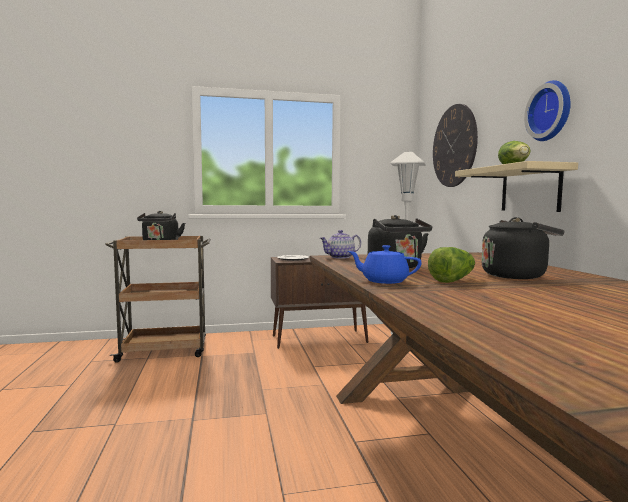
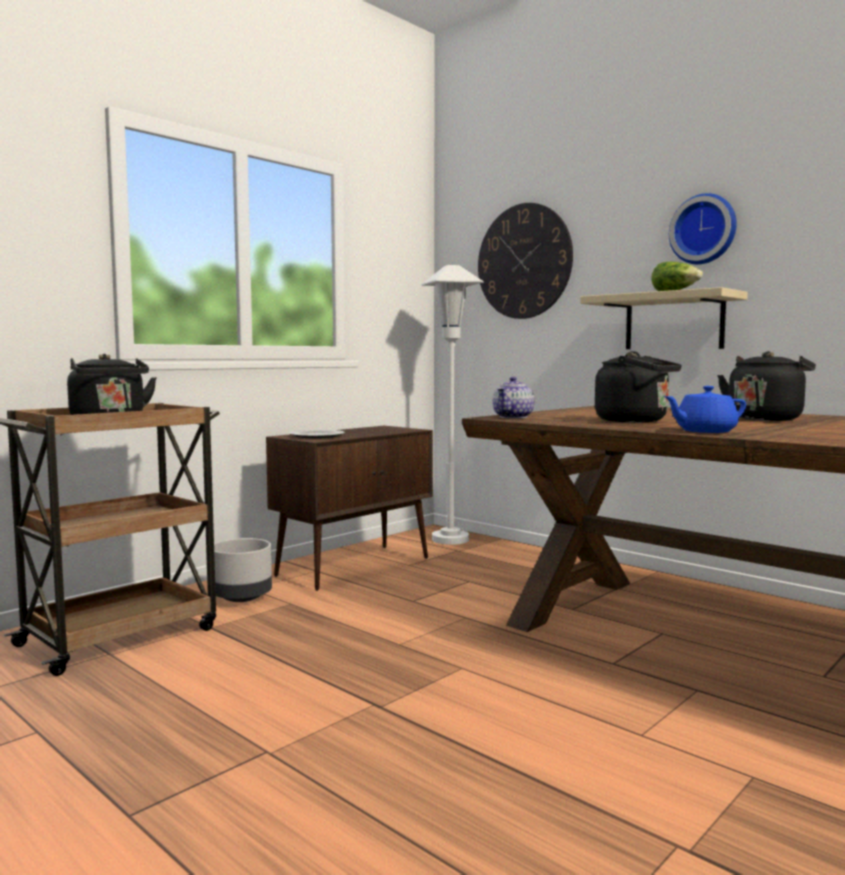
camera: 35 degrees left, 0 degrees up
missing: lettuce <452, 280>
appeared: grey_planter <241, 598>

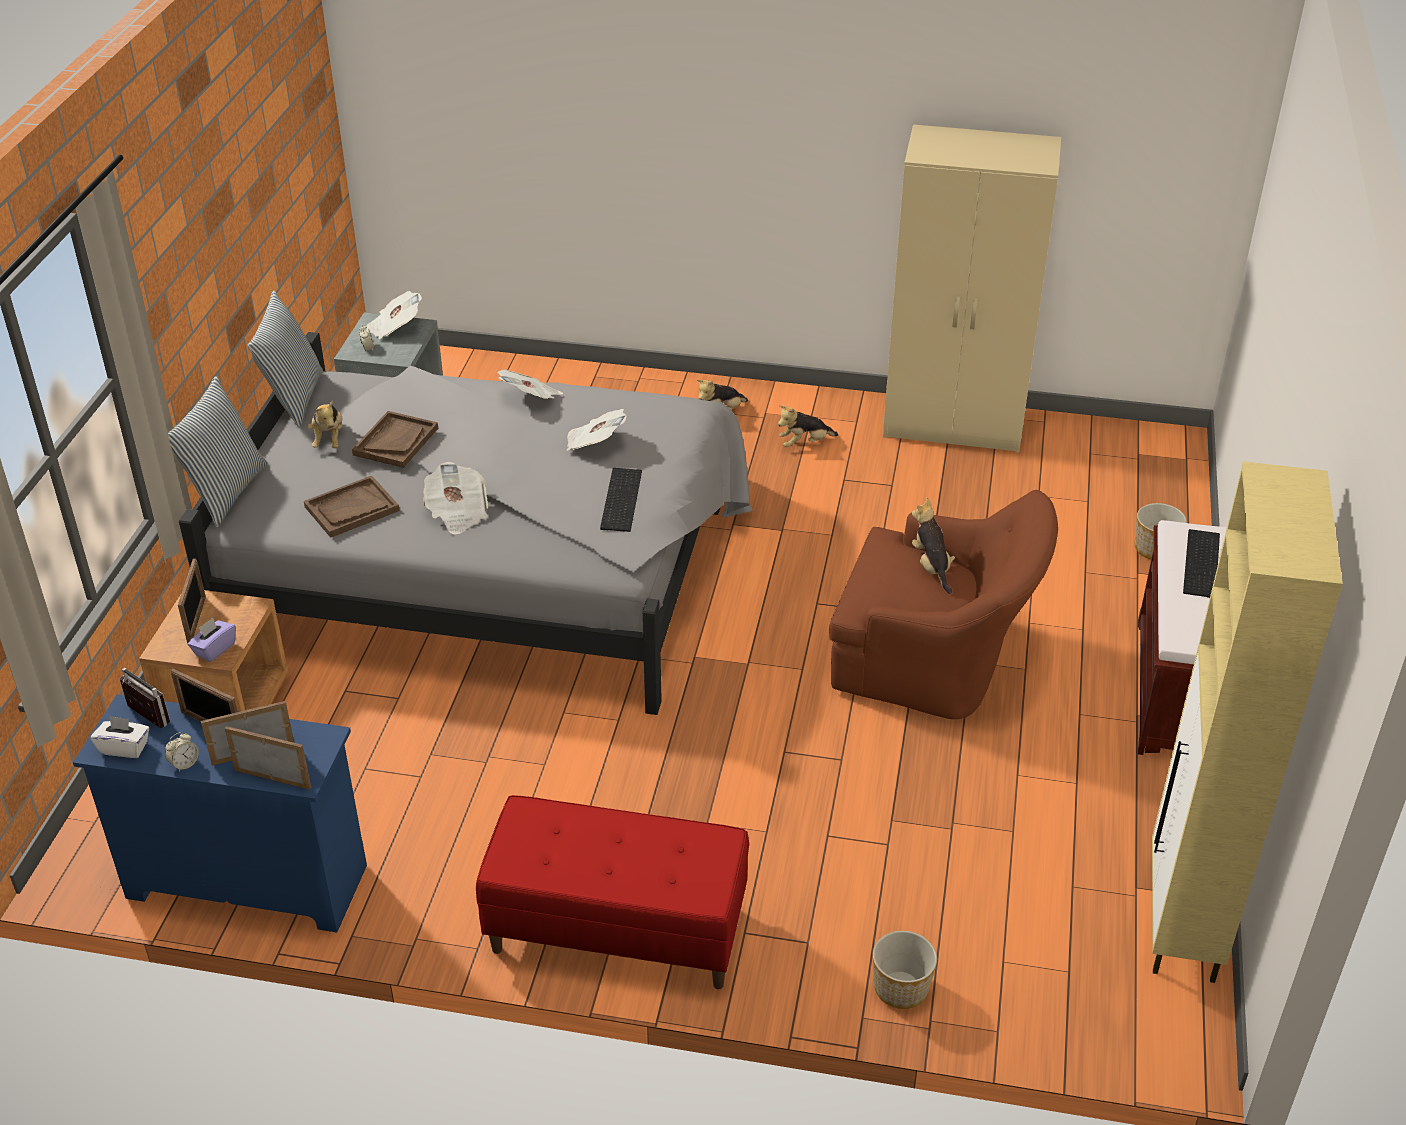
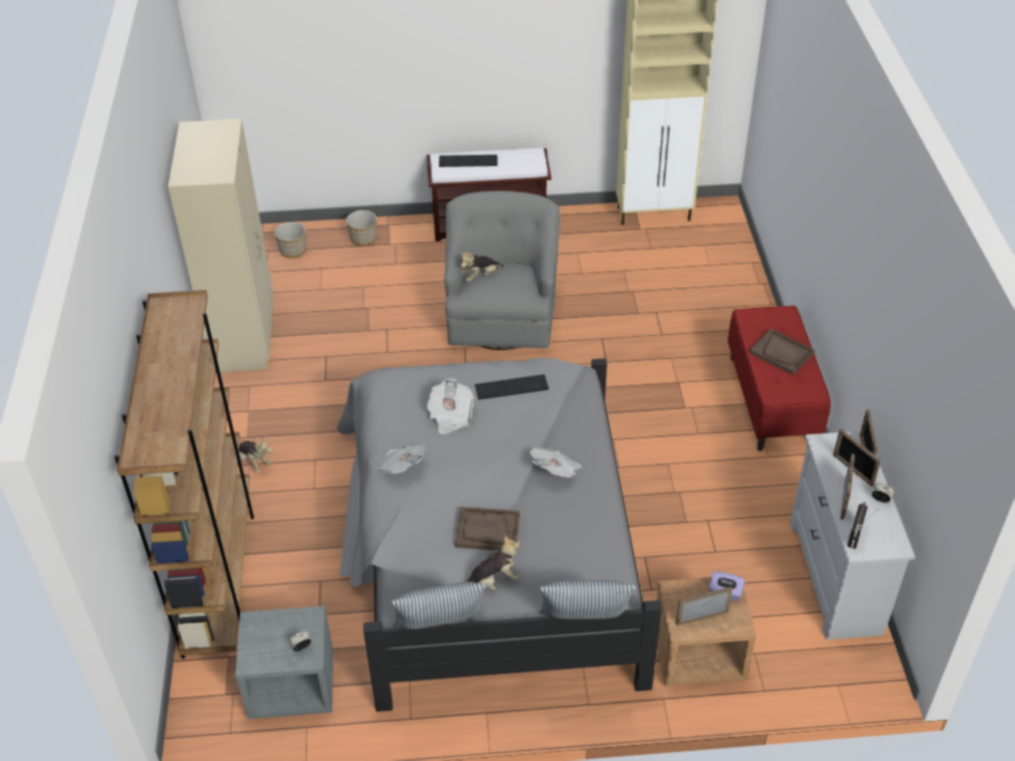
camera: 105 degrees left, 5 degrees up
missing: white_tissue_box <124, 748>; newspaper <395, 328>; plush_toy <804, 443>
appeared: brown_bookcase <219, 574>
relocated: planter <901, 989> to <293, 250>; brown_tray <351, 509> to <781, 353>
colour: brown_armchair <936, 661> to grey_armchair <502, 313>; blue_dresser <246, 881> to white_dresser <835, 577>

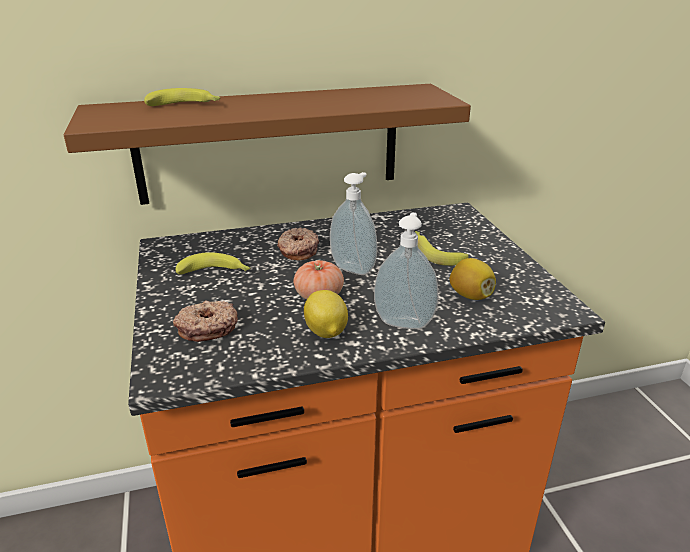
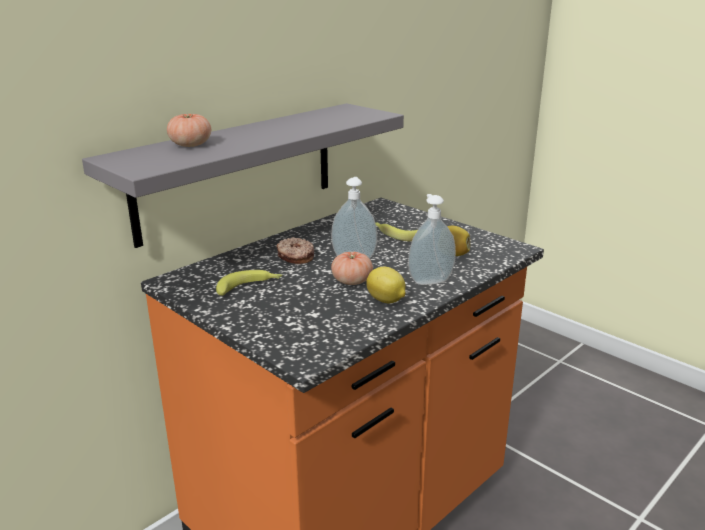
camera: 30 degrees left, 5 degrees down
missing: donut <207, 328>
exchanged: banana <186, 106> to tomato <190, 145>
colour: brown_shelf <269, 143> to grey_shelf <237, 171>

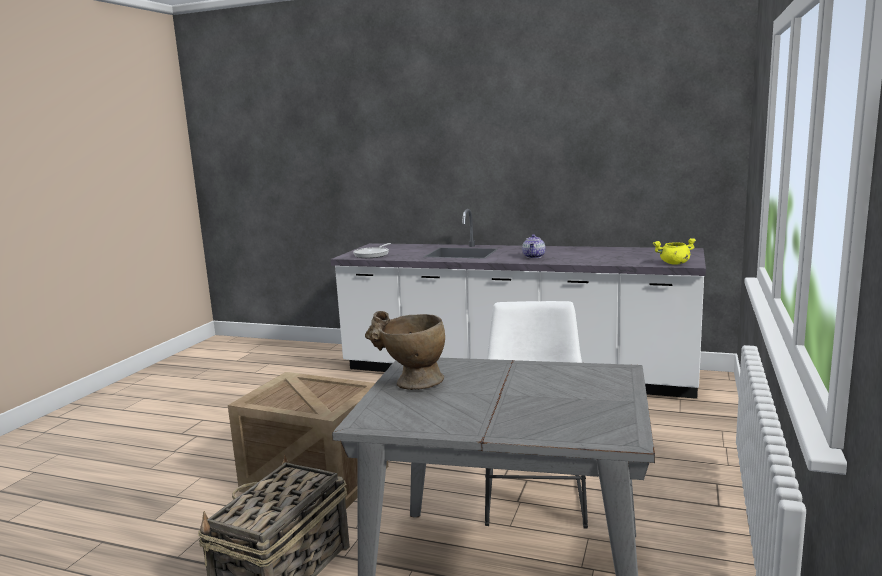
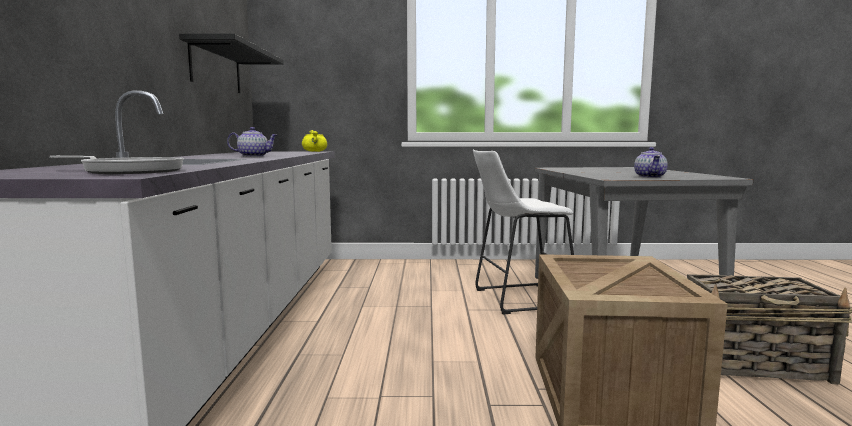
camera: 110 degrees left, 5 degrees down
appeared: black_shelf <216, 68>
exchanged: beige_vase <411, 383> to teapot <650, 177>

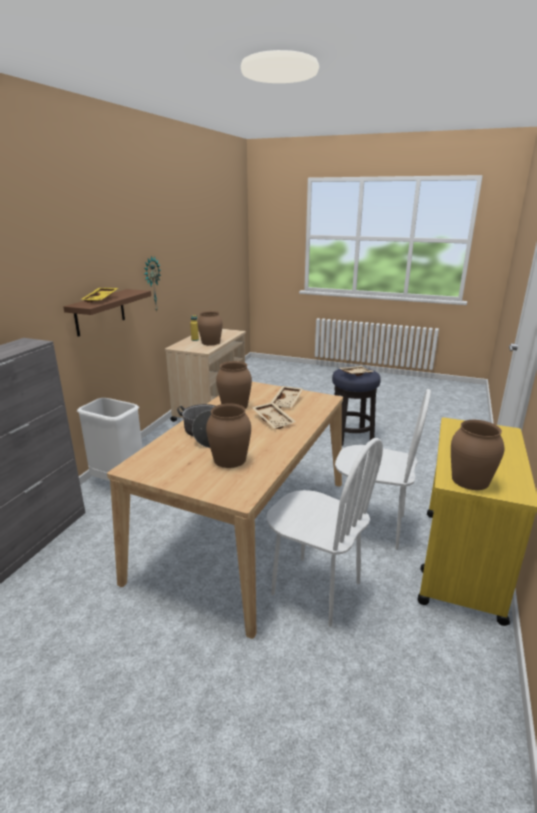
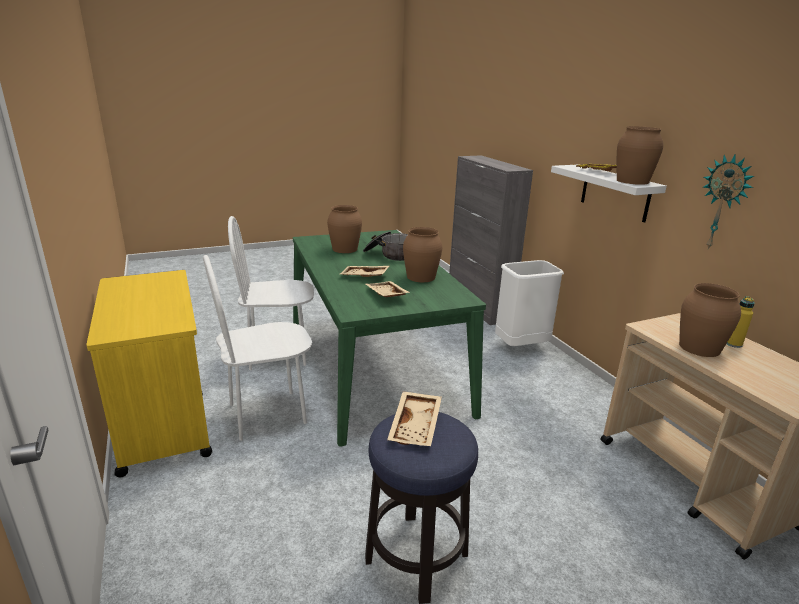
camera: 135 degrees right, 0 degrees up
relocated: brown_vase <469, 480> to <632, 181>
colour: beige_dining_table <246, 526> to green_dining_table <373, 365>; brown_shelf <100, 312> to white_shelf <615, 192>

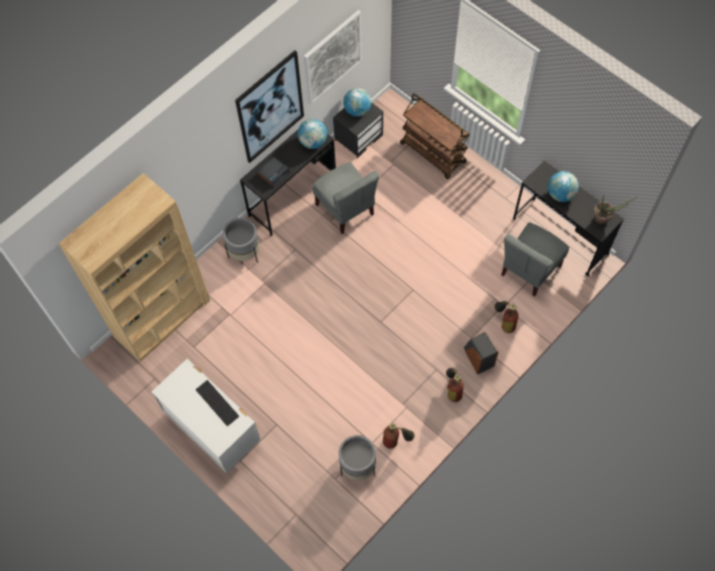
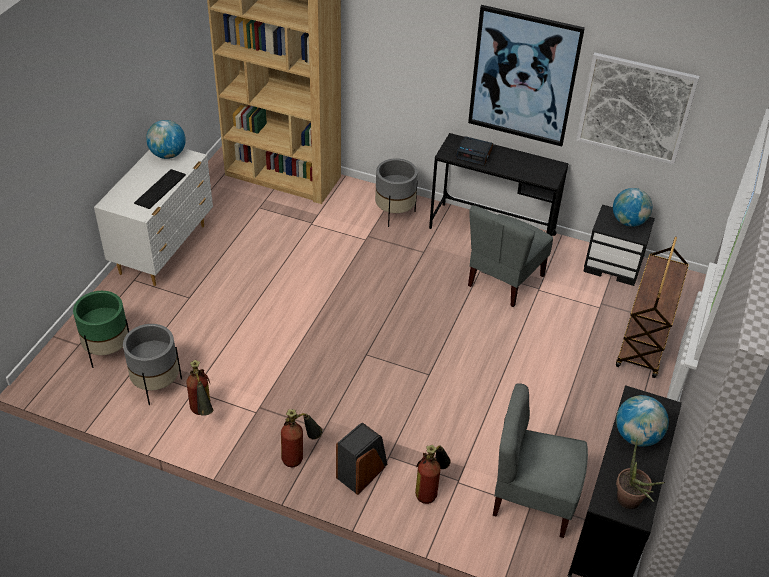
camera: 65 degrees right, 20 degrees down
appeared: green_planter <108, 351>
relocated: globe <313, 142> to <168, 155>

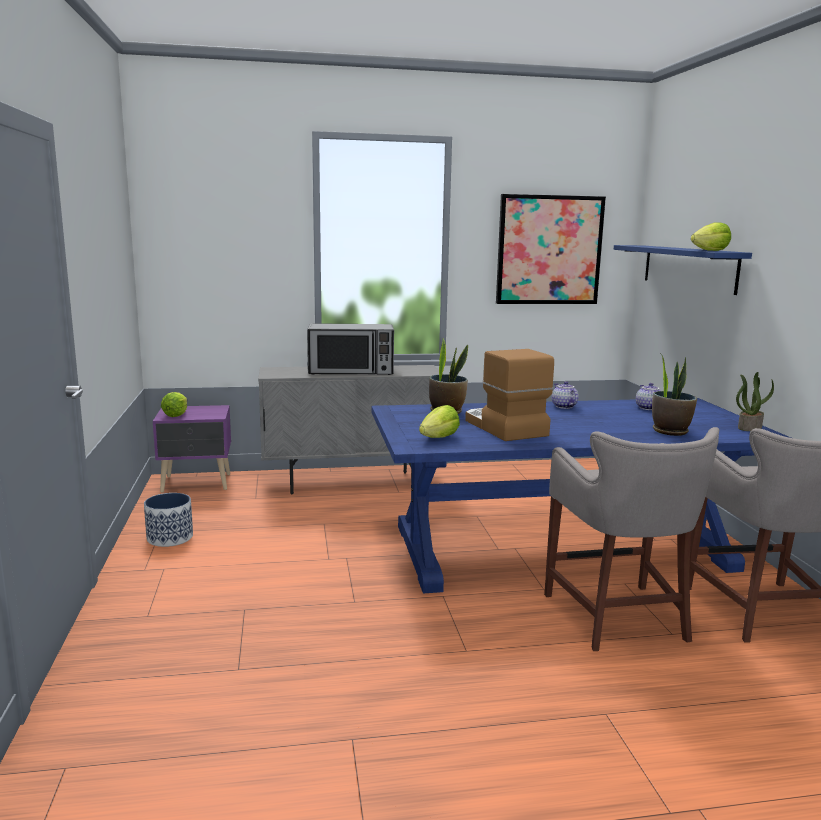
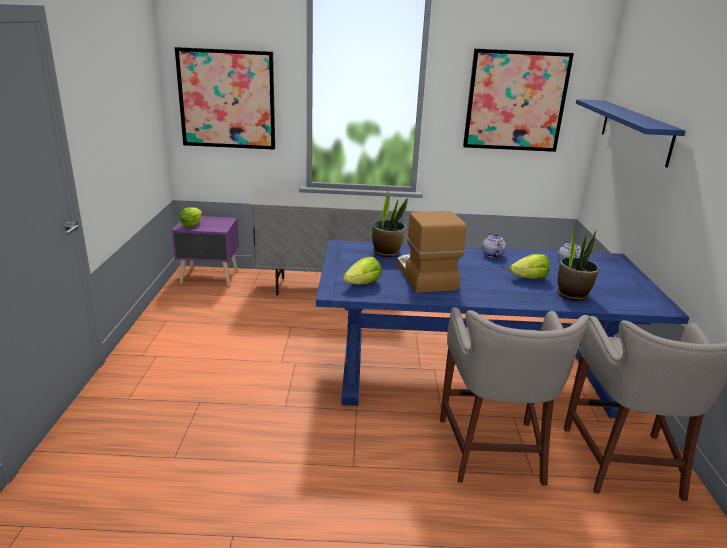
camera: 10 degrees right, 10 degrees up
missing: planter <170, 538>; microwave <351, 371>; potted_plant <749, 427>
appeared: picture <227, 99>
relocated: lettuce <710, 250> to <530, 278>

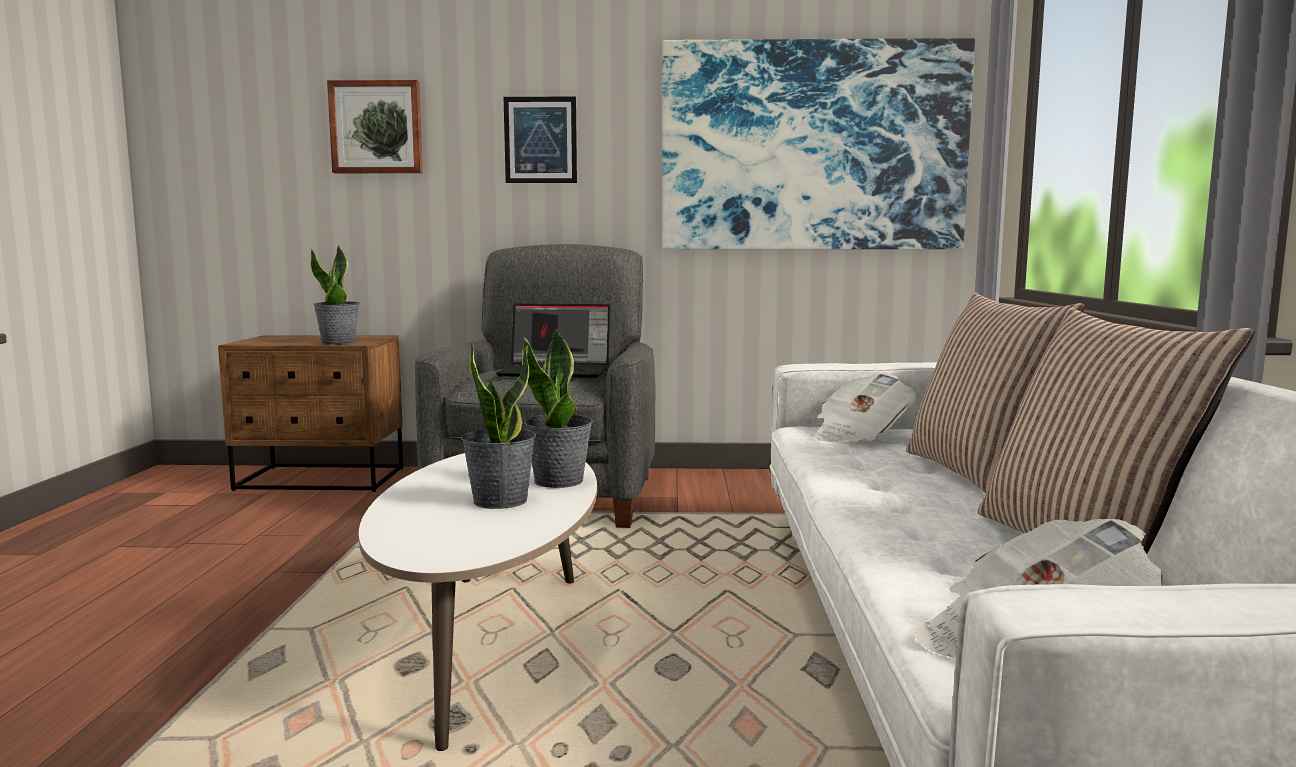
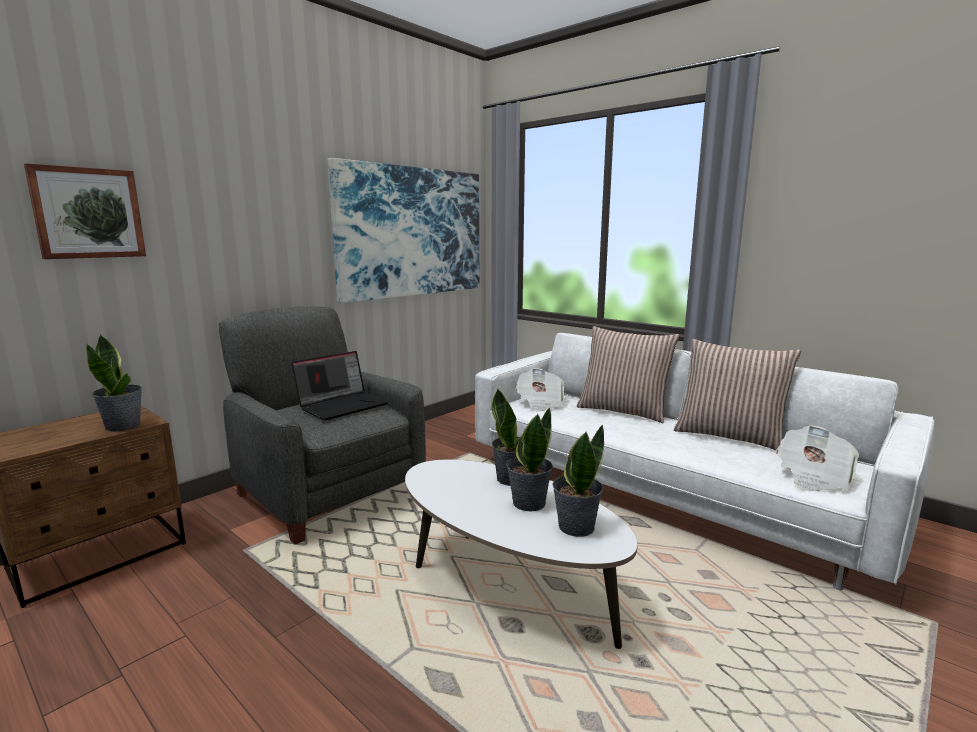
camera: 50 degrees left, 5 degrees up
missing: picture <540, 140>
appeared: potted_plant <575, 527>

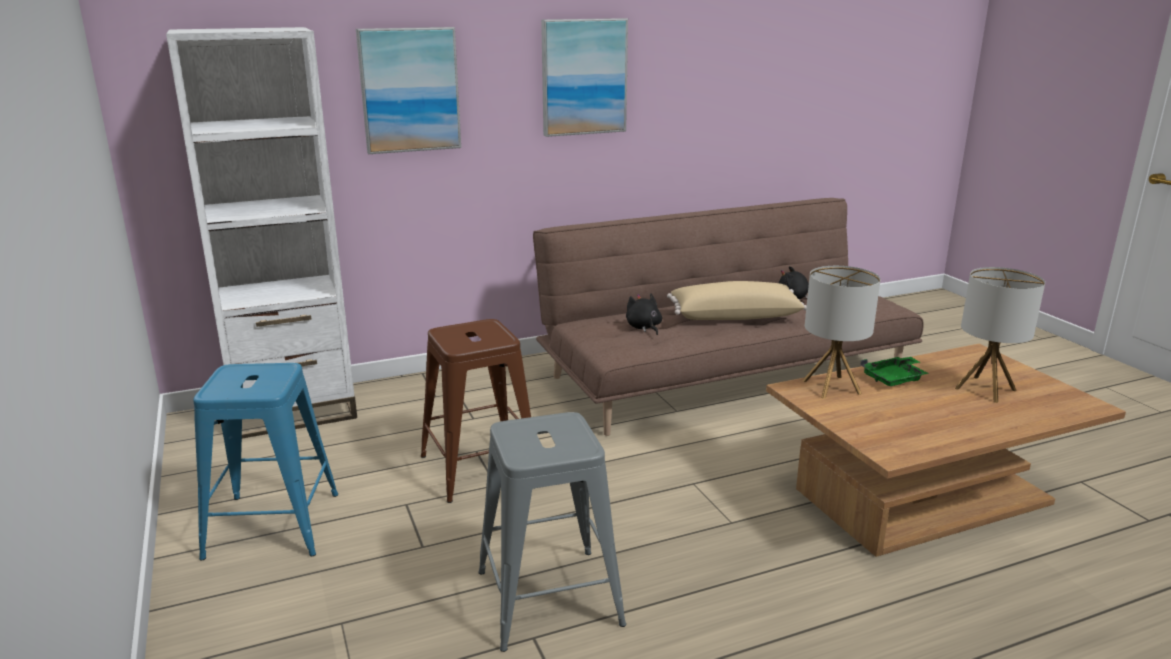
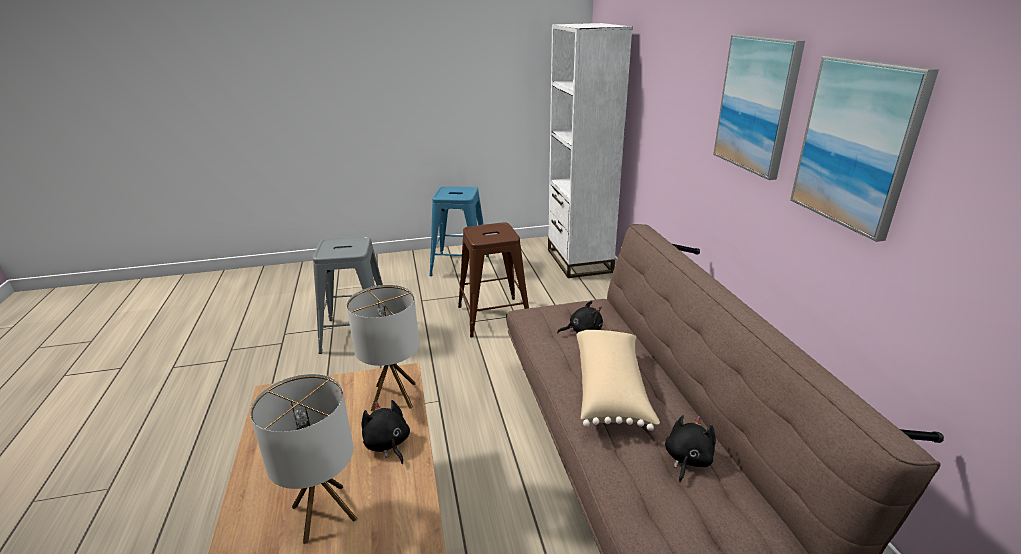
camera: 100 degrees right, 5 degrees up
relocated: picture <409, 90> to <857, 144>
exchanged: green_tray <894, 379> to black_plush_toy <387, 444>

